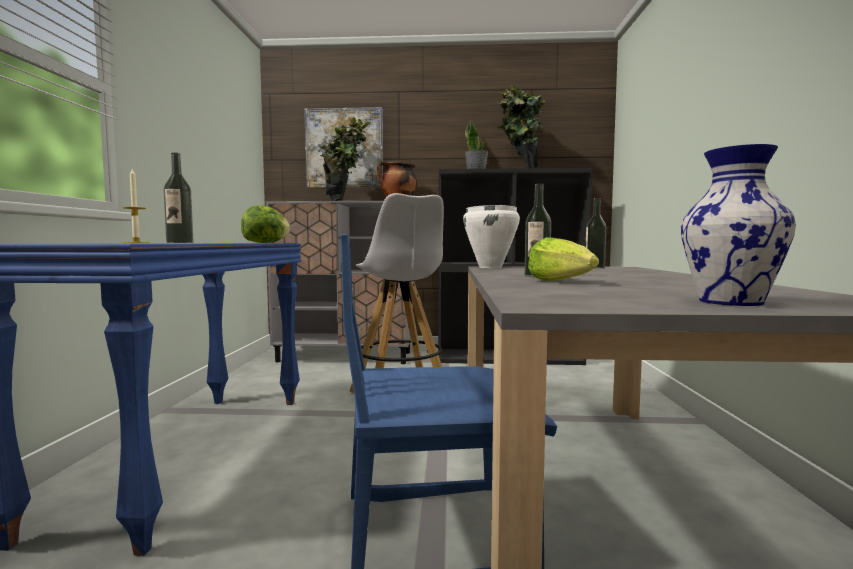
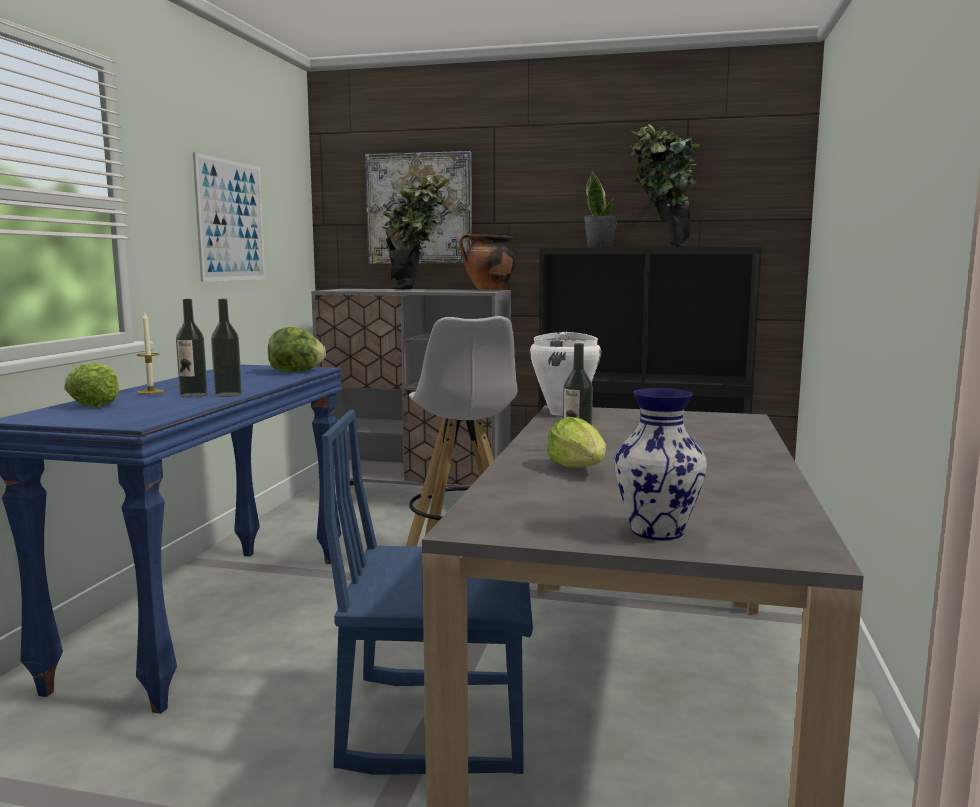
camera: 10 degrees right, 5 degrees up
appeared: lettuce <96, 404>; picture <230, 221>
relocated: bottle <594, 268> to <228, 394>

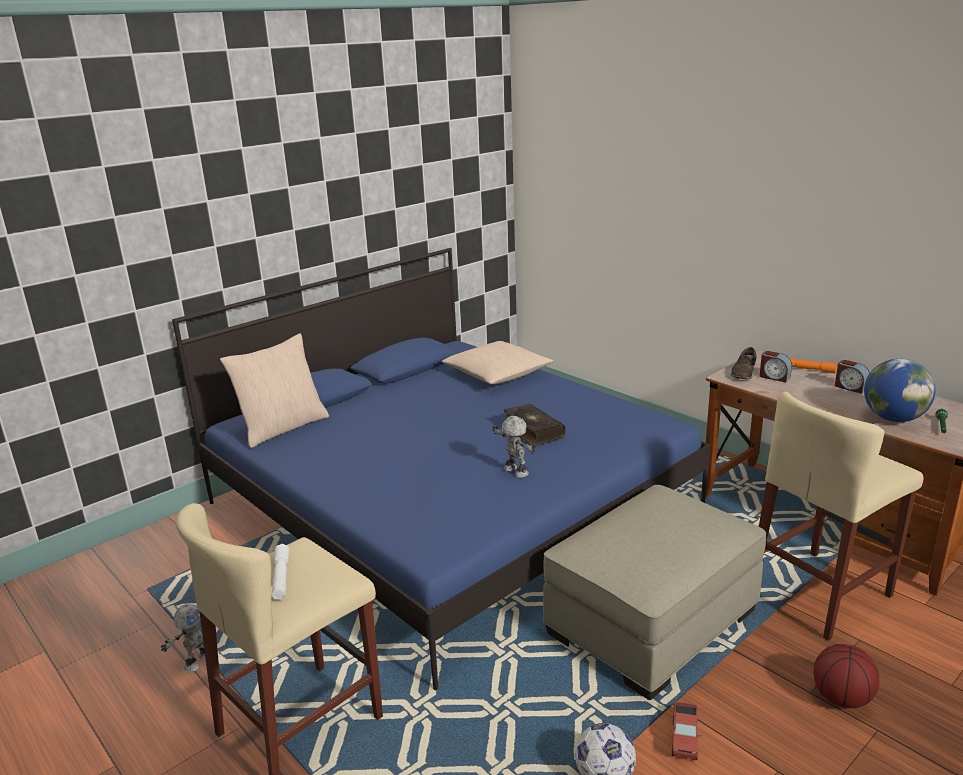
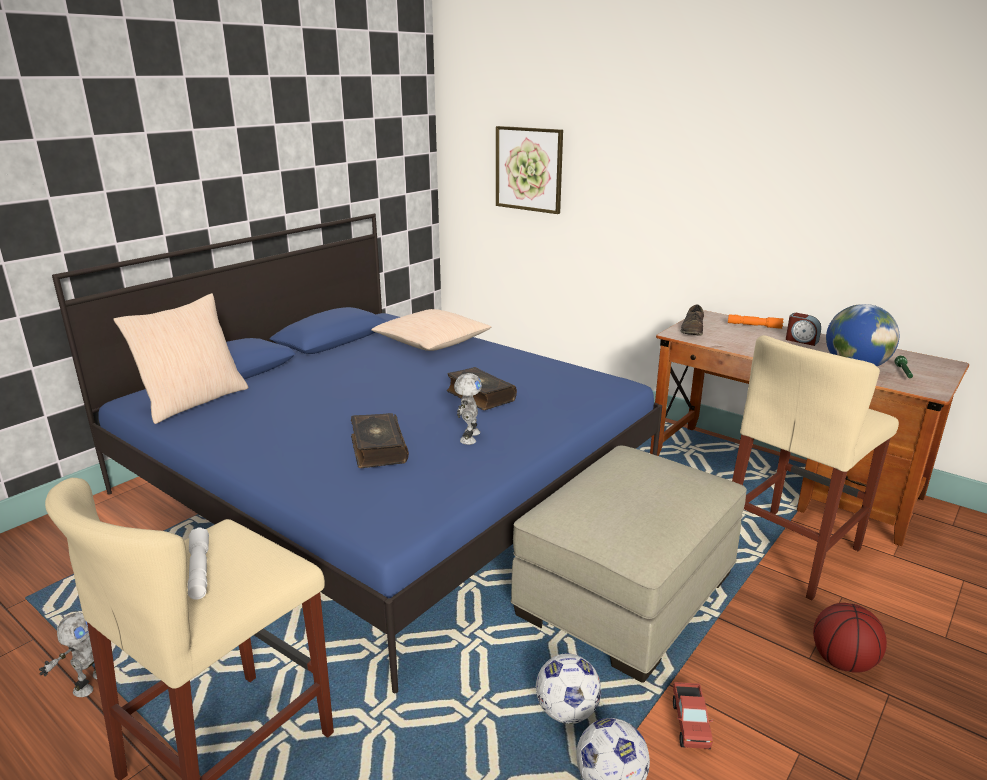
camera: 10 degrees left, 0 degrees up
missing: alarm_clock <774, 377>
appeared: book <377, 449>; picture <529, 169>; football <567, 712>
spun: toy_robot <515, 472> = <468, 437> 60 degrees clockwise

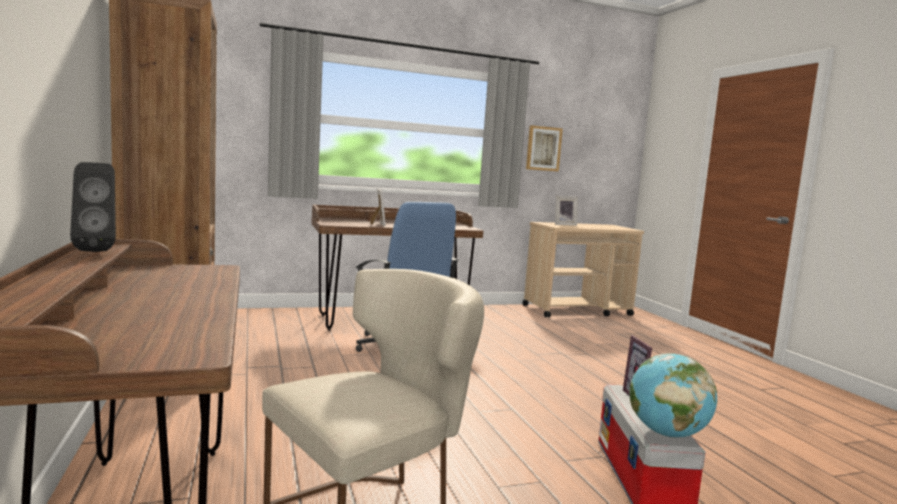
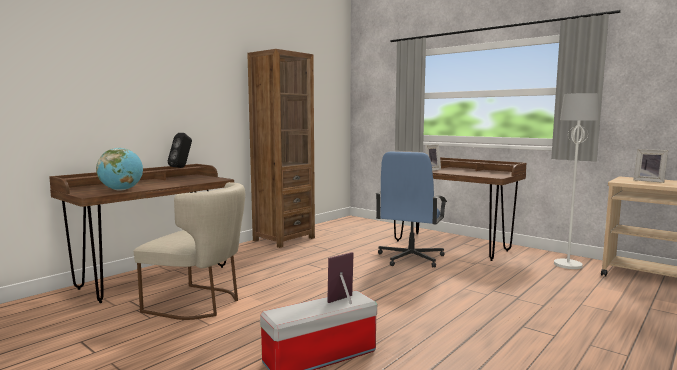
camera: 60 degrees right, 0 degrees up
missing: picture <543, 148>
appeared: white_floor_lamp <568, 265>
relocated: globe <667, 433> to <121, 190>

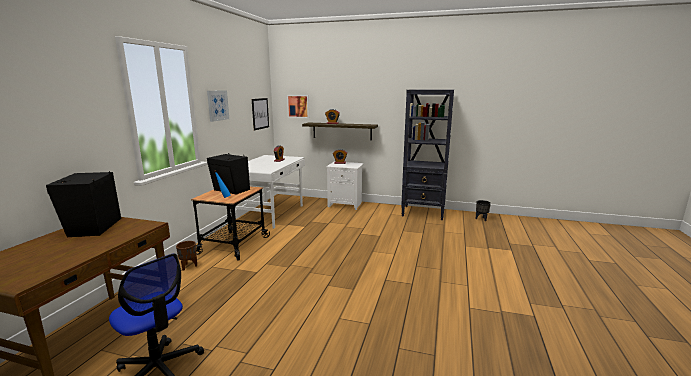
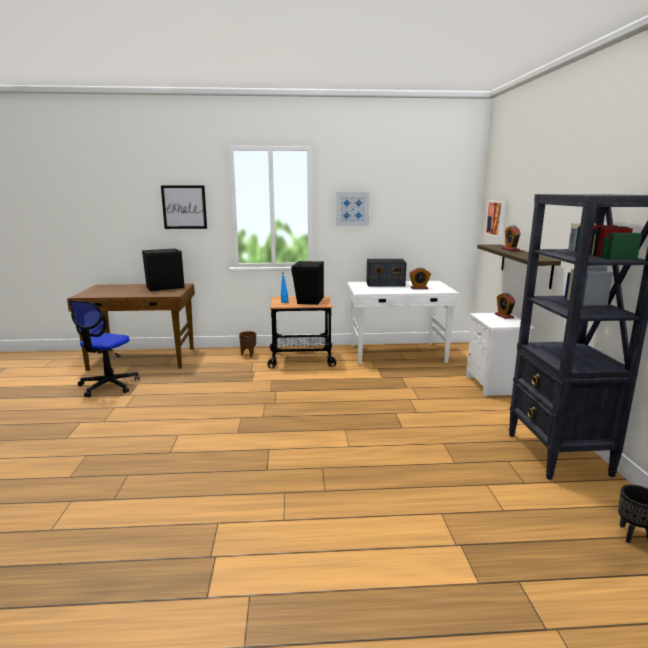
camera: 70 degrees right, 0 degrees up
appeared: radio <385, 284>
relocated: picture <260, 113> to <184, 207>

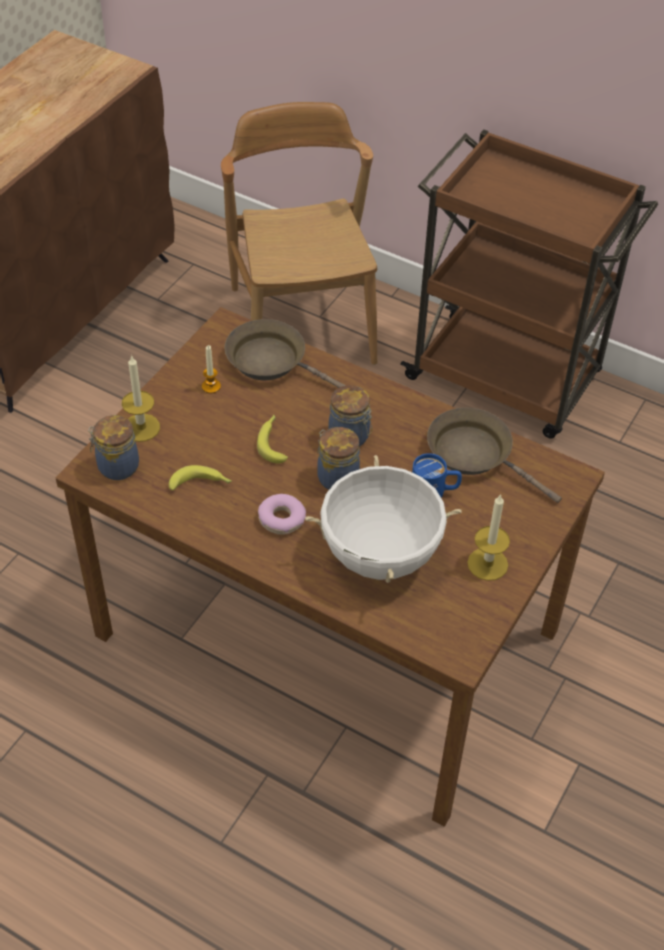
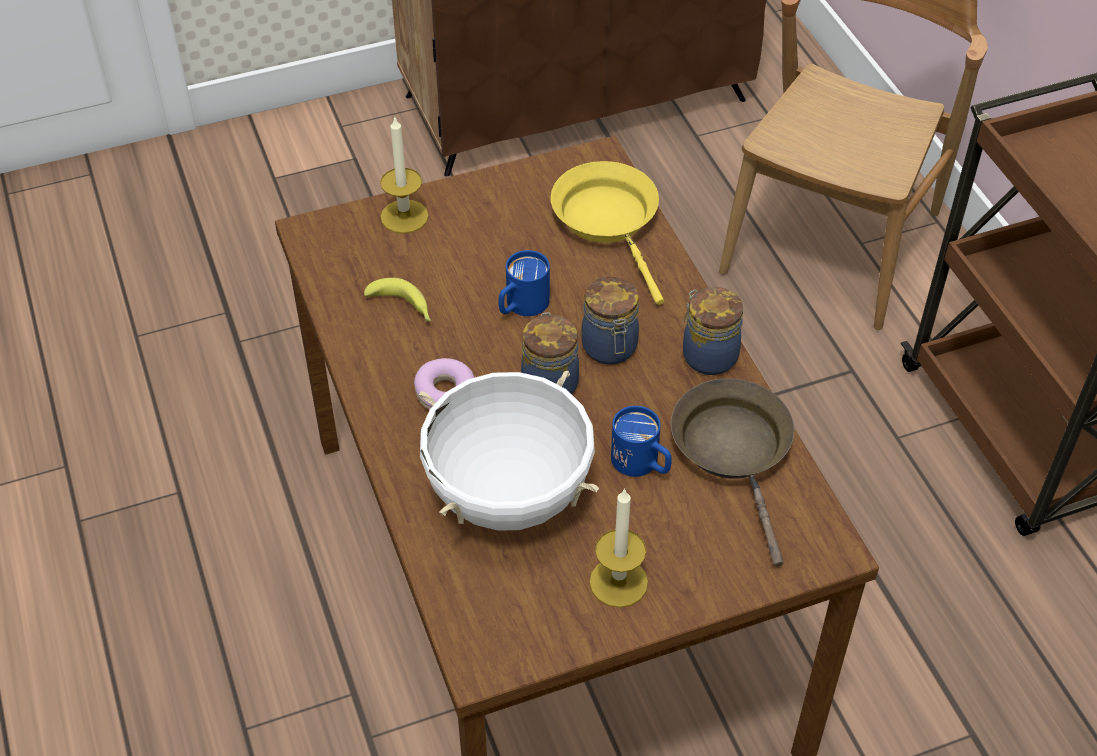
camera: 40 degrees right, 0 degrees up
missing: candle <211, 386>
relocated: jar <116, 466> to <707, 355>
exchanged: banana <273, 442> to blue_mug <521, 306>
colour: brown_frying_pan <272, 362> to yellow_frying_pan <609, 222>

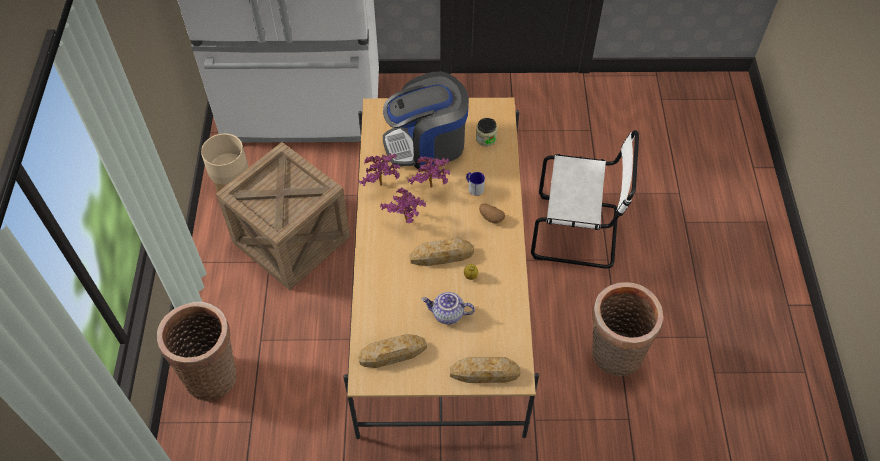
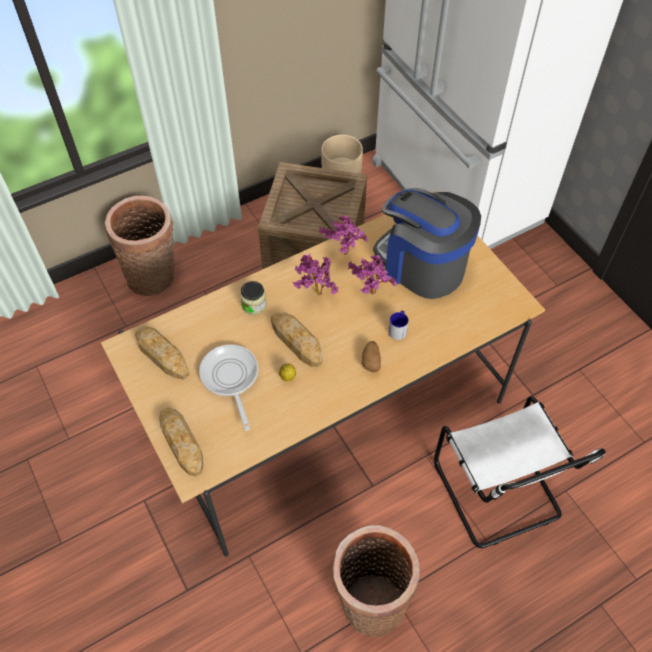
camera: 60 degrees right, 0 degrees up
relocated: jar <486, 139> to <254, 305>
exchanged: teapot <447, 314> to frying_pan <230, 379>

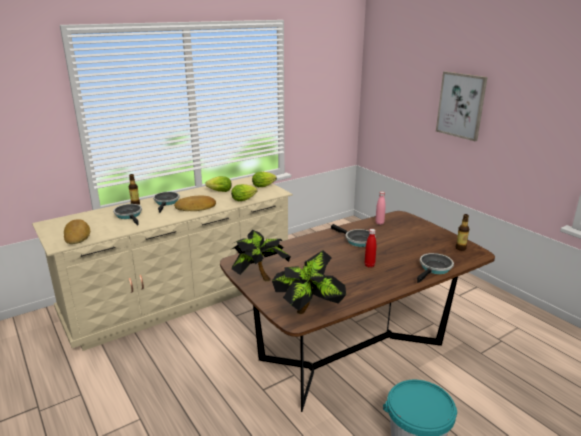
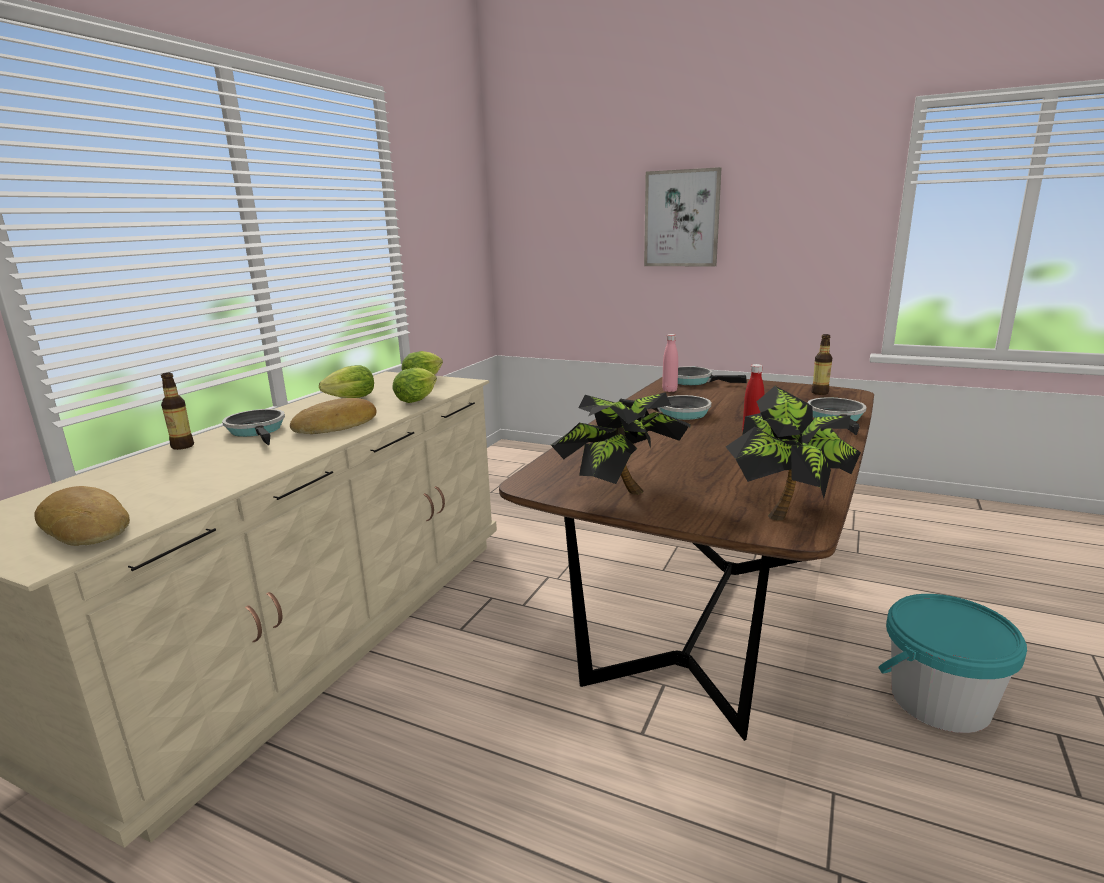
camera: 30 degrees left, 5 degrees down
relocated: frying_pan <129, 215> to <694, 381>

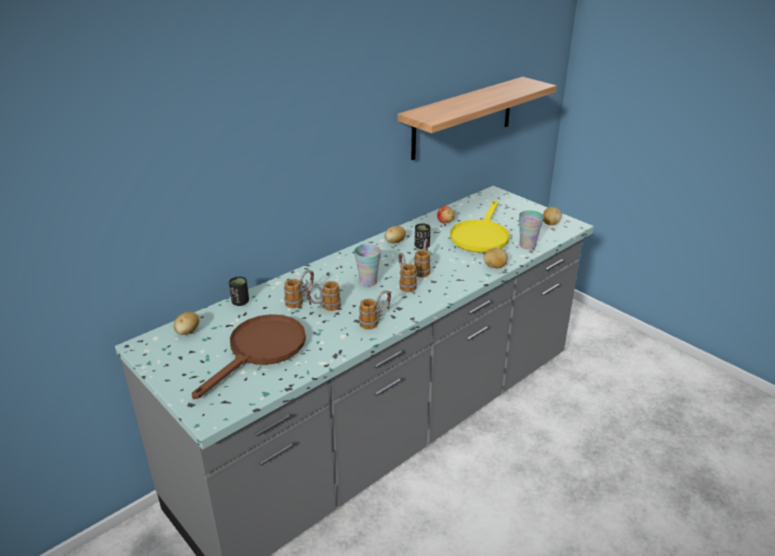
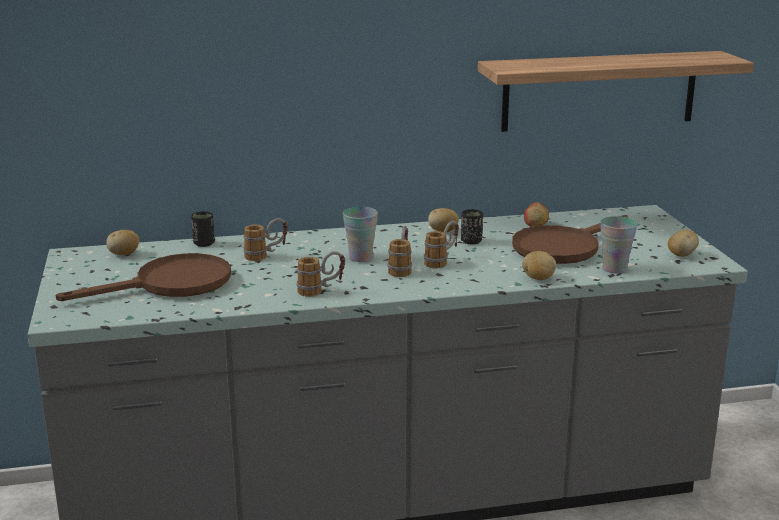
camera: 30 degrees right, 10 degrees down
missing: mug <324, 308>
colour: yellow_frying_pan <480, 235> to brown_frying_pan <563, 247>

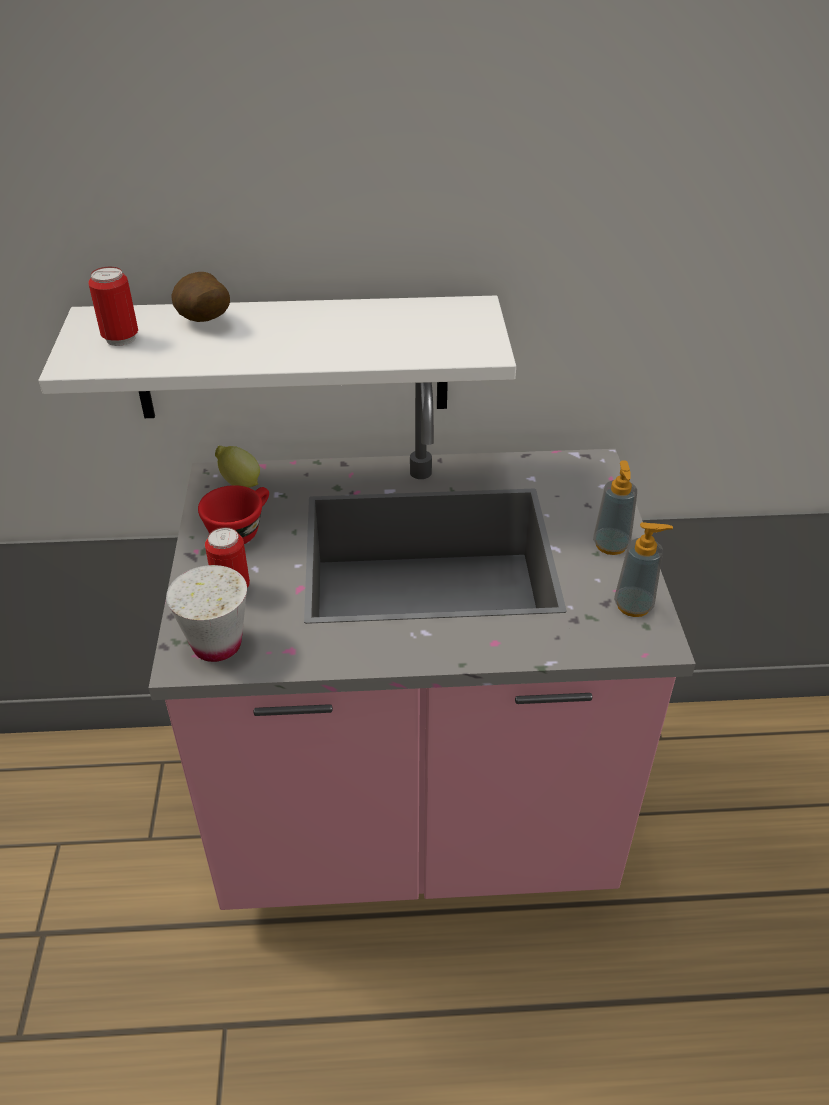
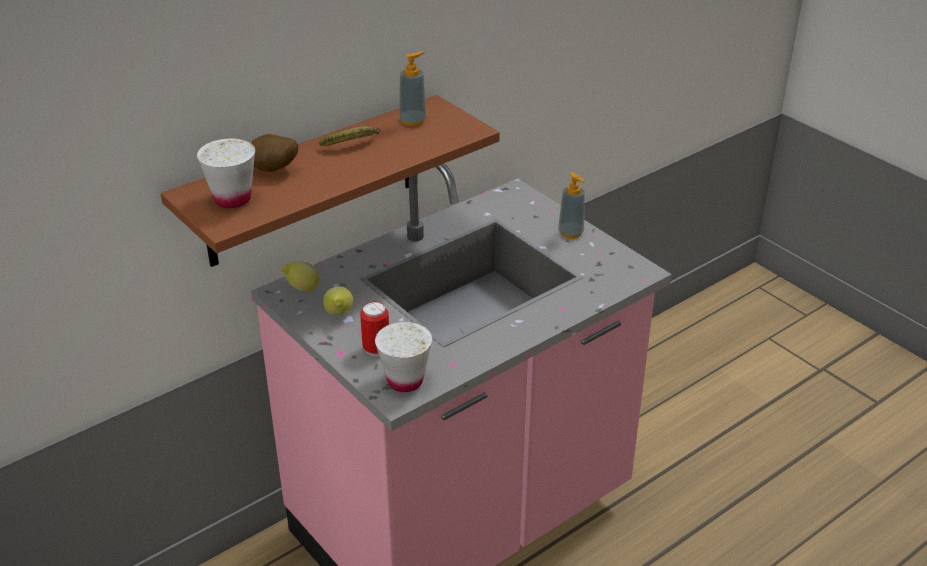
camera: 35 degrees left, 5 degrees down
appeared: banana <353, 144>
relocated: soap_dispenser <633, 605> to <413, 121>
exchanged: can <121, 338> to white_cup <232, 199>; red_cup <240, 530> to lemon <339, 315>
colour: white_shelf <291, 358> to brown_shelf <312, 182>

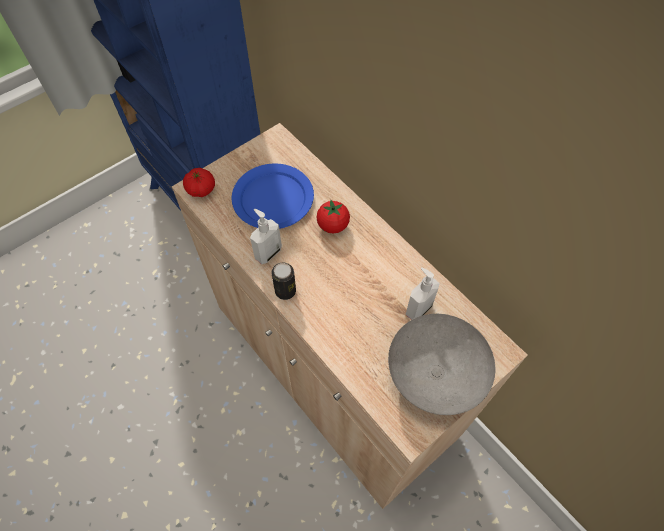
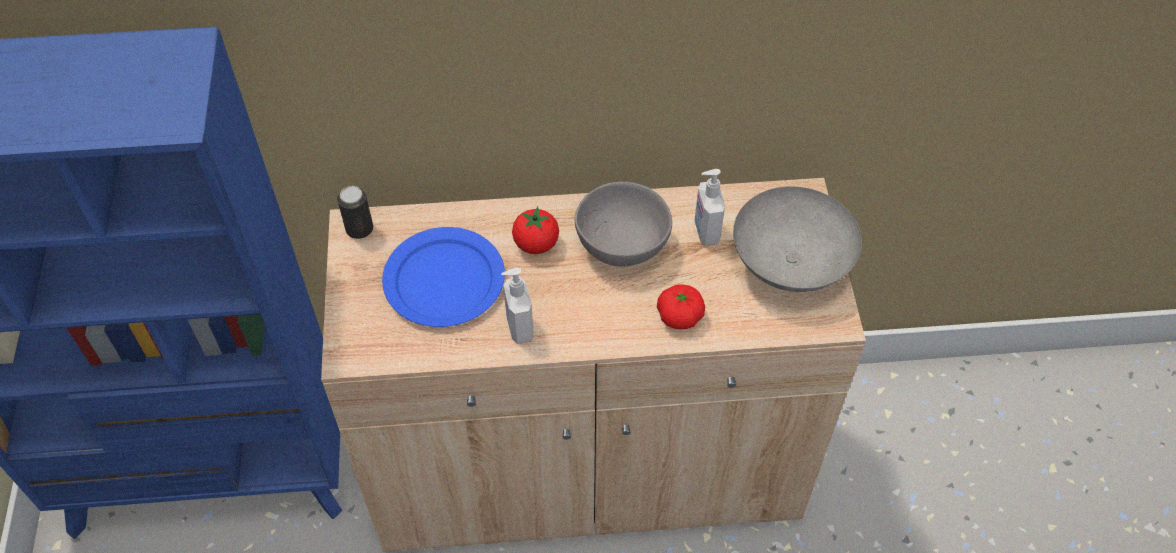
camera: 55 degrees left, 5 degrees down
appeared: grey_bowl <620, 243>
relocated: can <285, 291> to <359, 229>; tomato <201, 189> to <679, 316>

